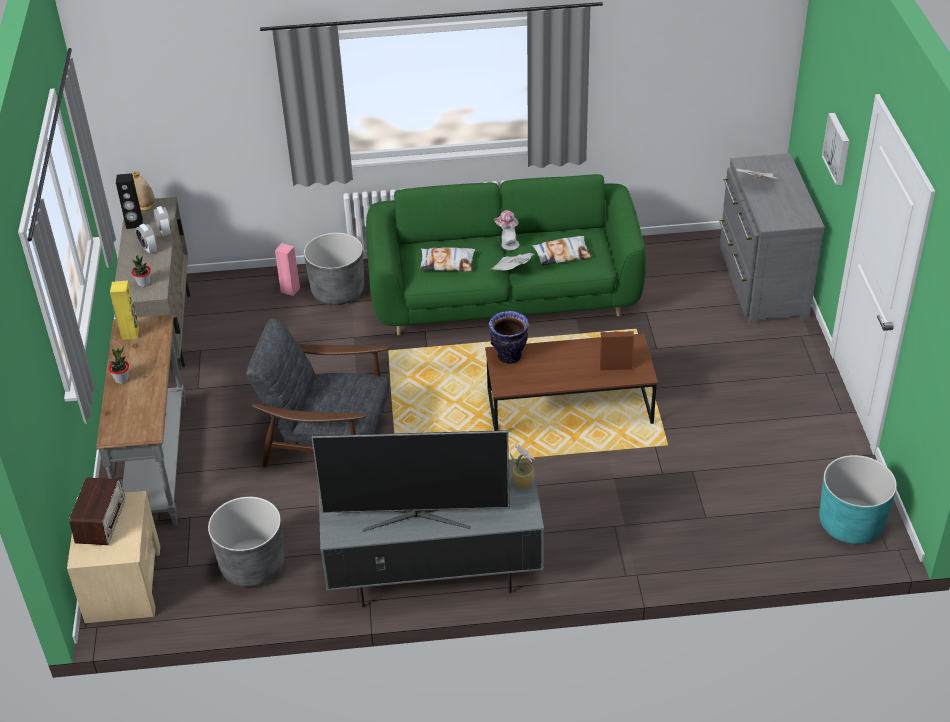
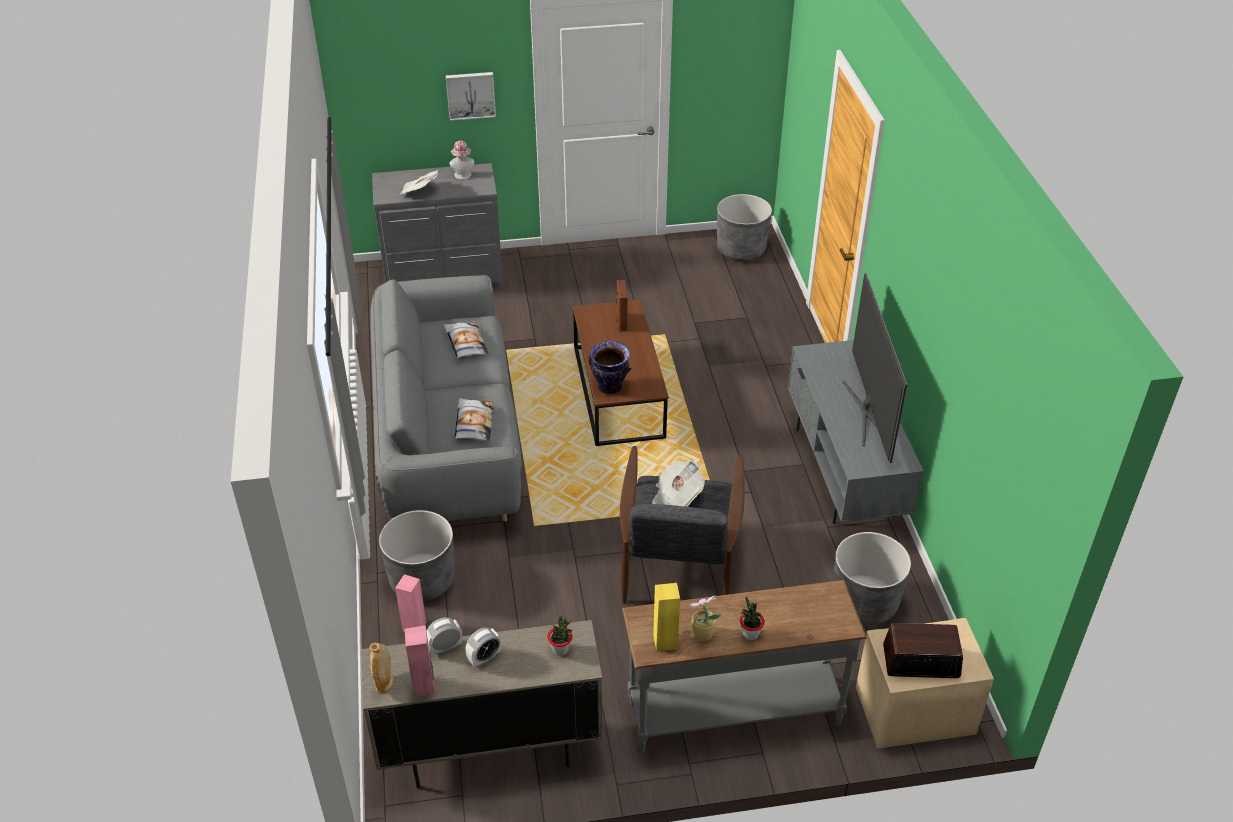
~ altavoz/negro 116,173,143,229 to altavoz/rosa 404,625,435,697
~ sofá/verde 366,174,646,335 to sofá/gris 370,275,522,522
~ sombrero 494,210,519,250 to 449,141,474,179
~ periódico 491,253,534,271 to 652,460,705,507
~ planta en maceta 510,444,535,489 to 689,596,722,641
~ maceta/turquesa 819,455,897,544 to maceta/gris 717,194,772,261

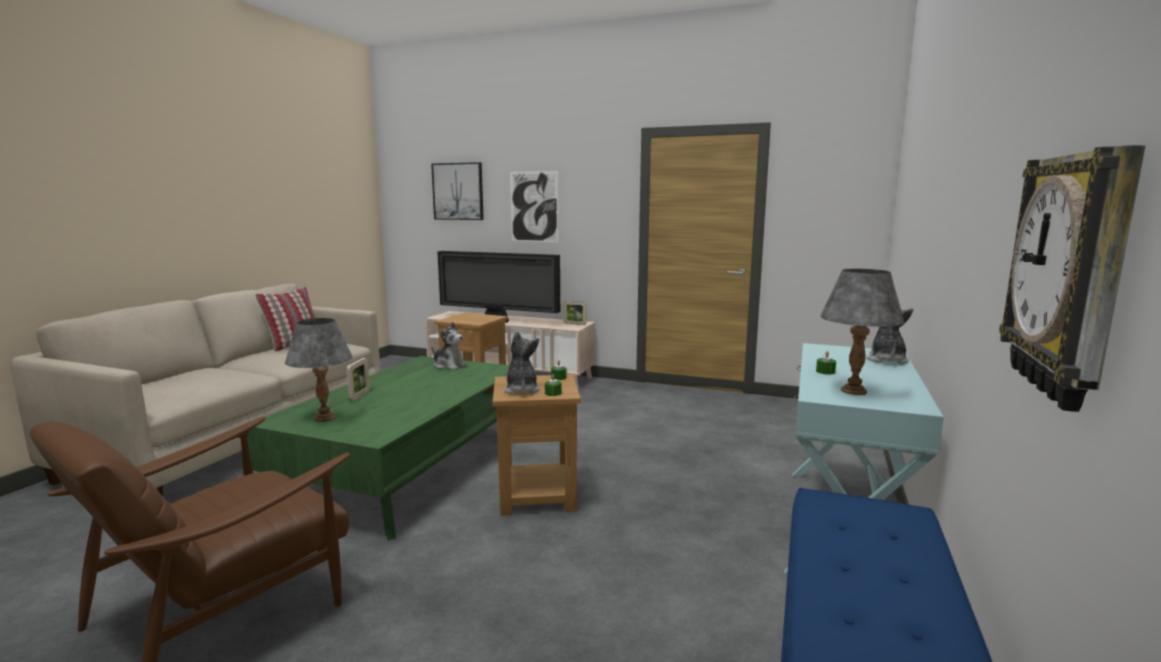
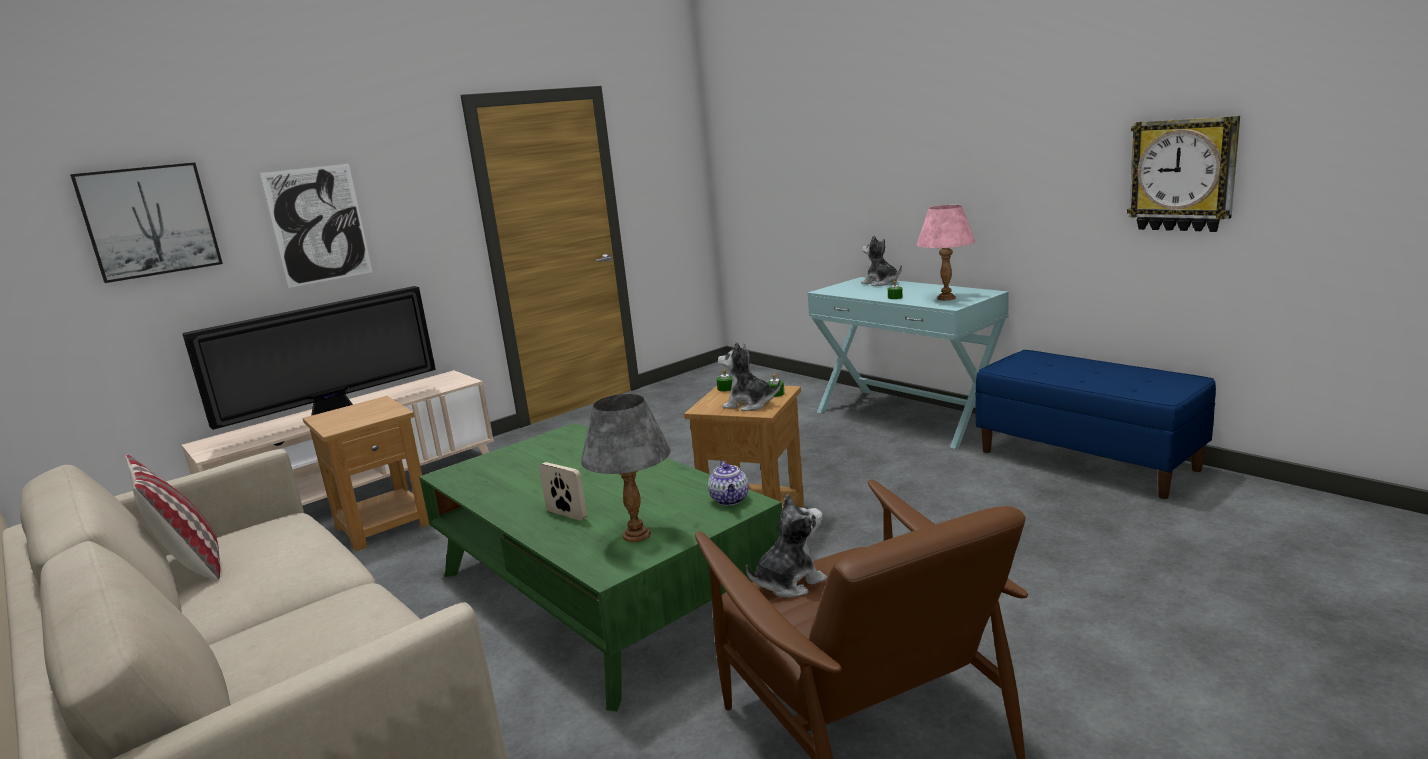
~ lámpara de mesa/gris 820,269,904,395 to lámpara de mesa/rosa 917,205,975,300
- portarretratos 563,301,586,325
~ peluche 431,322,468,370 to 746,493,827,598
+ tetera 708,461,749,506

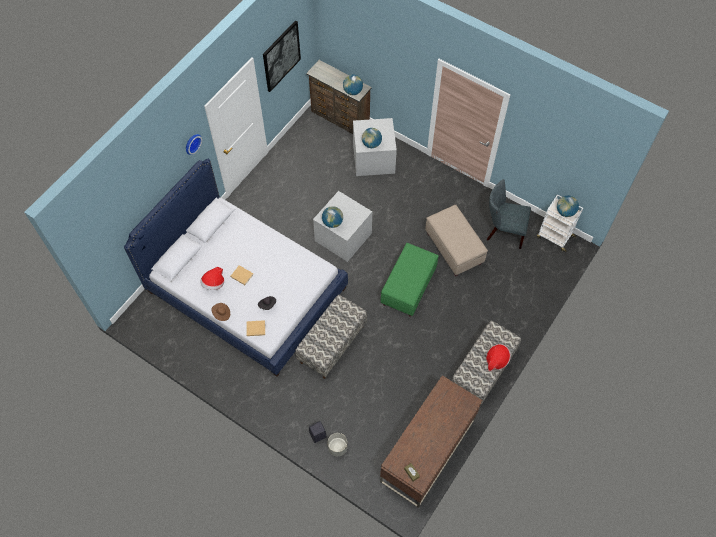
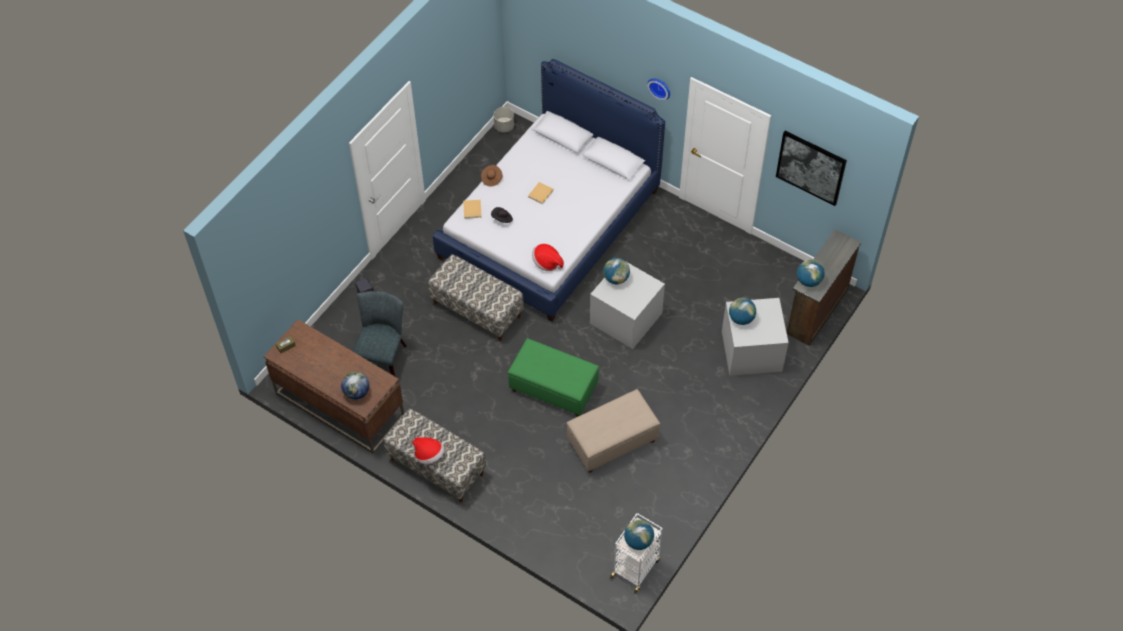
~ silla/gris 487,179,531,249 to 353,291,406,376
~ sombrero 200,267,224,290 to 532,244,564,271
~ maceta/gris 328,433,347,456 to 494,107,514,133
+ globo terráqueo 341,371,369,400

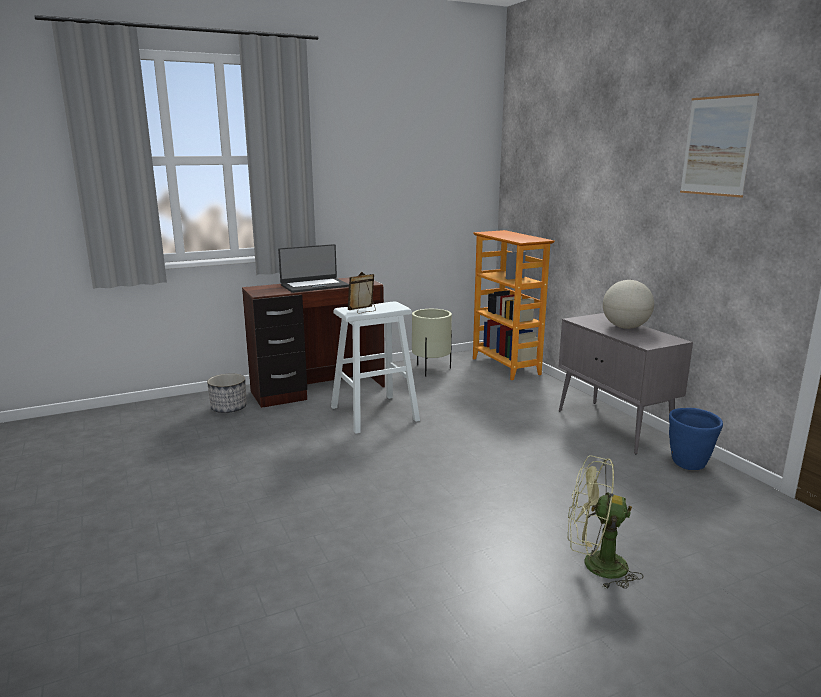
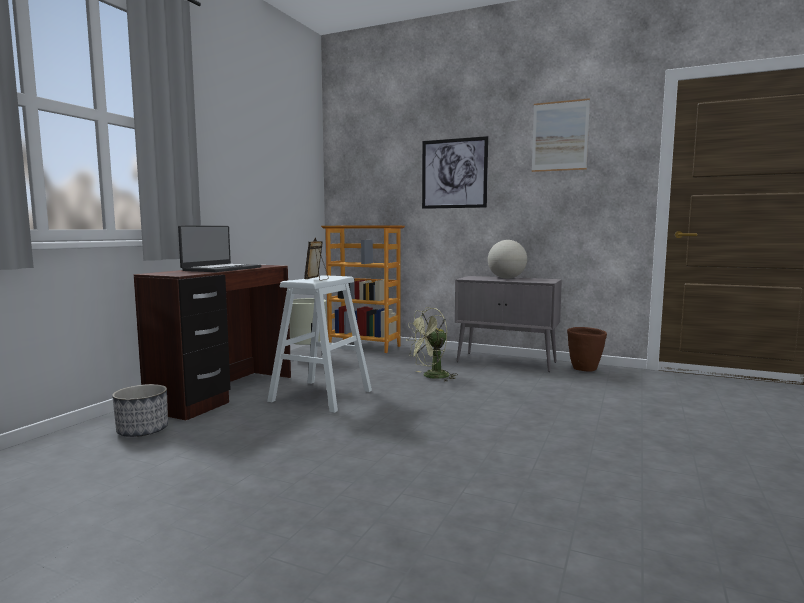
~ maceta/azul 669,408,723,470 to maceta/marrón 567,327,607,372
~ ventilador/verde 567,455,644,589 to 406,307,458,382
+ cuadro 422,136,488,209

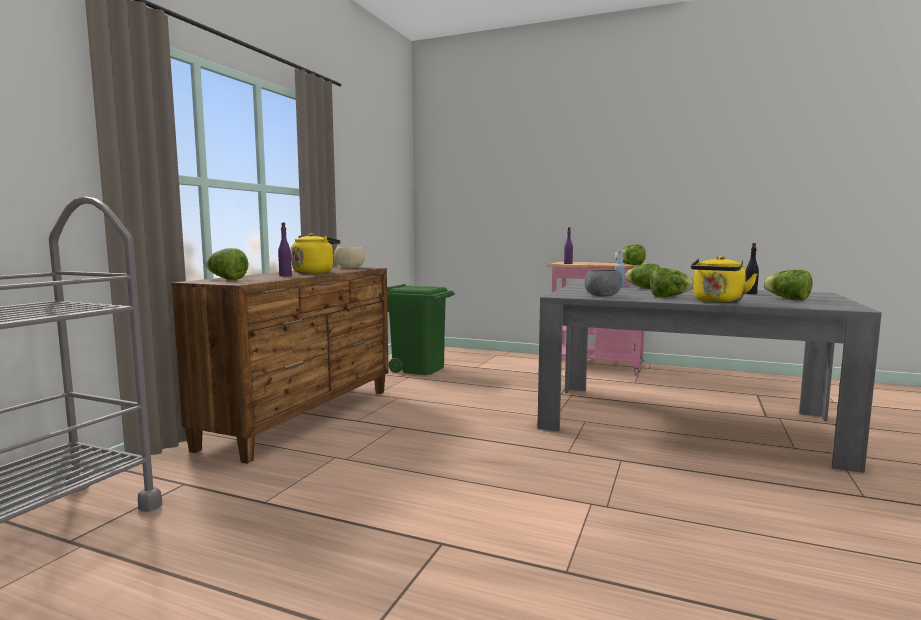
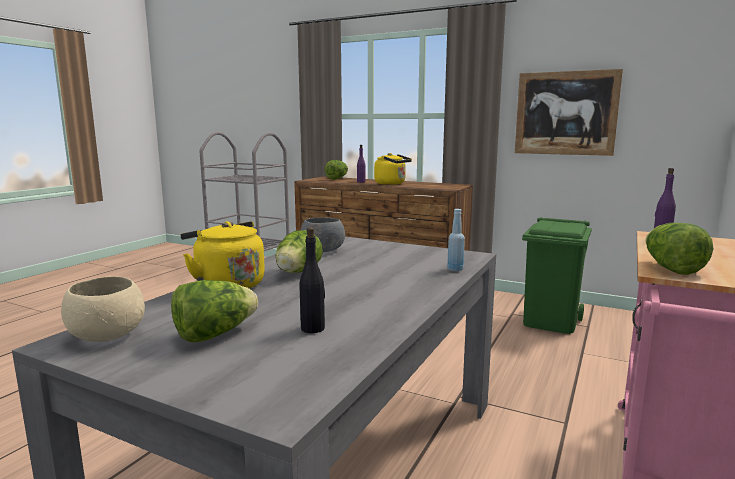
~ cuenco/beis 334,247,365,268 to 61,276,145,342
- lechuga 625,264,660,289
+ cuadro 515,69,623,156

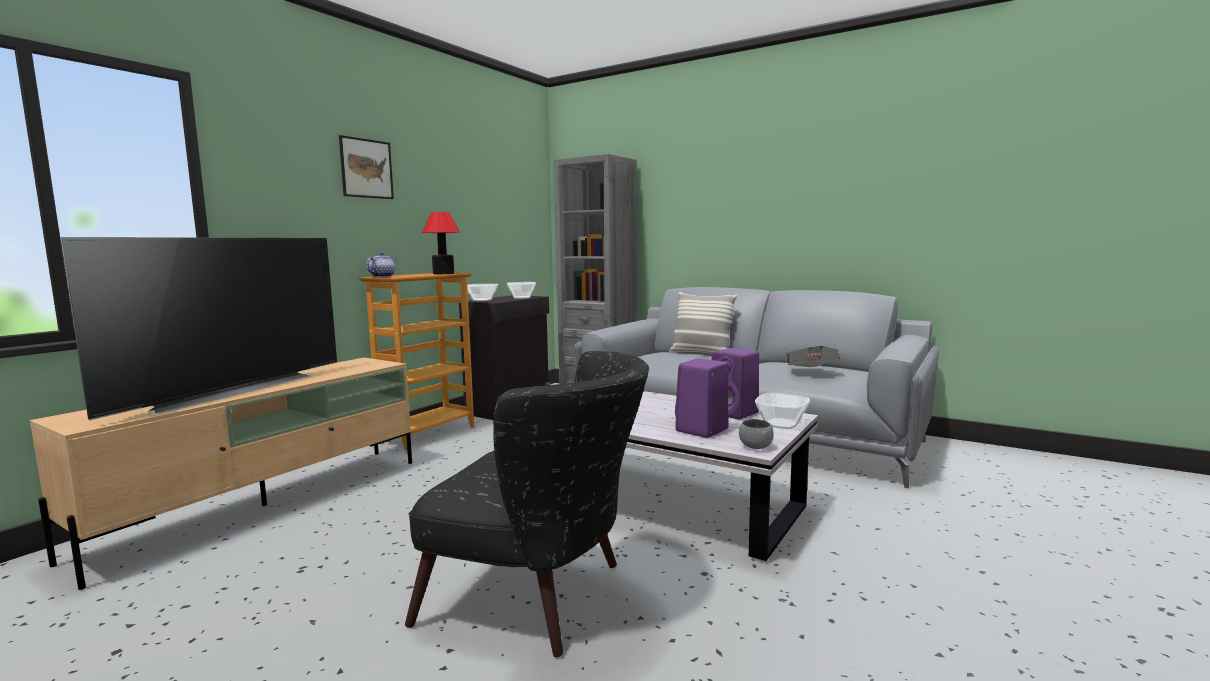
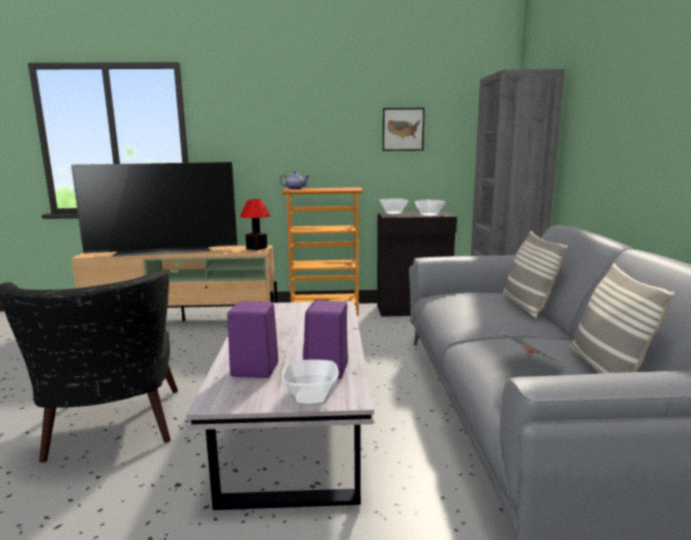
~ cuadro 339,135,394,199 to 383,108,425,151
~ lámpara de mesa 422,212,460,275 to 240,199,271,250
- cuenco/gris 739,419,773,449
+ cojín 570,263,675,373

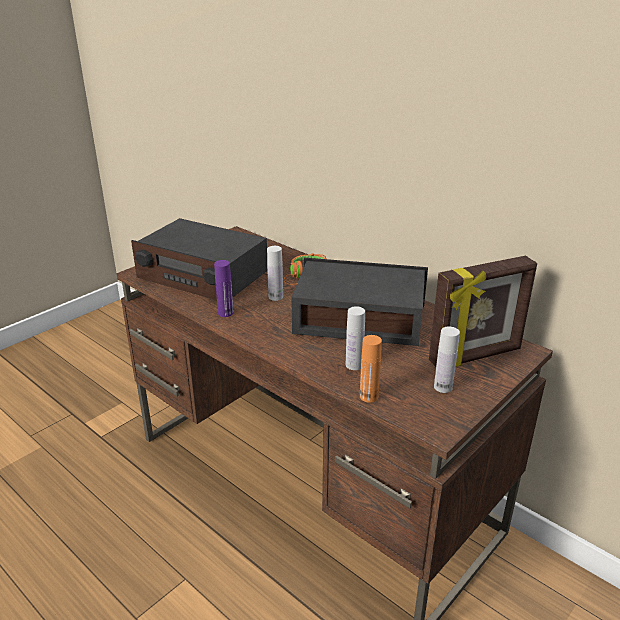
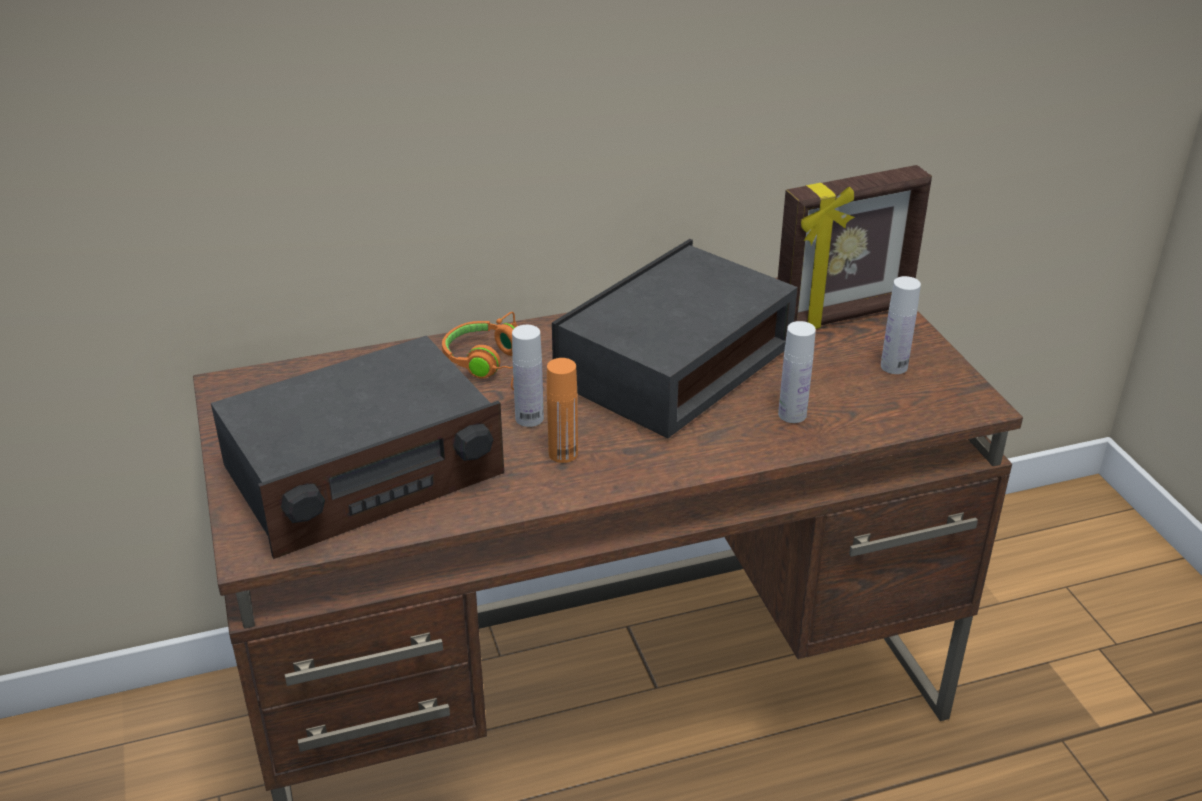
~ portarretratos 429,256,537,367 = 778,165,932,329 60 degrees clockwise
- botella/morado 214,260,234,317
~ botella/naranja 360,335,382,403 to 547,358,578,463

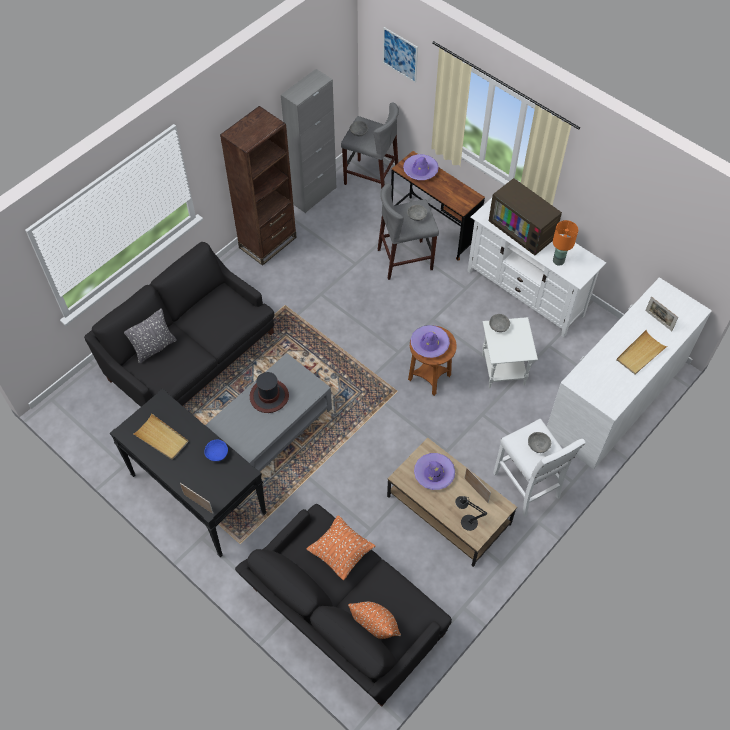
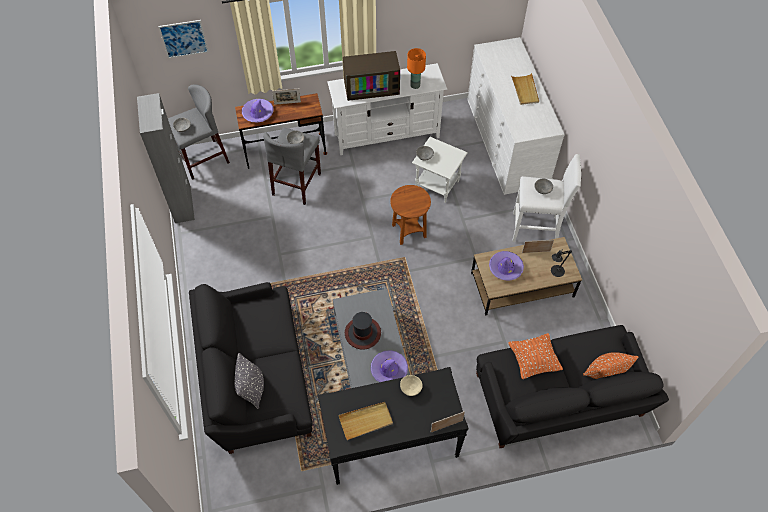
- estantería/marrón 220,106,297,266
~ portarretratos 645,296,678,331 to 272,89,301,105
~ sombrero/morado 411,325,450,358 to 371,350,408,382
~ cuenco/azul 204,439,228,461 to cuenco/beis 400,375,423,396

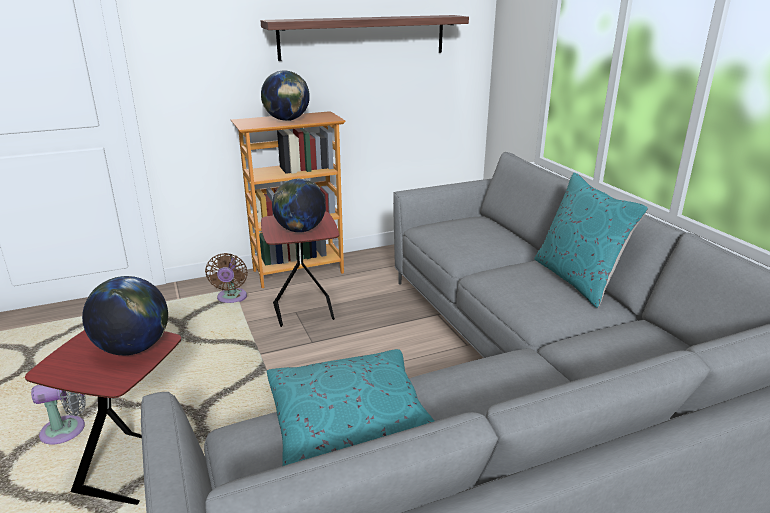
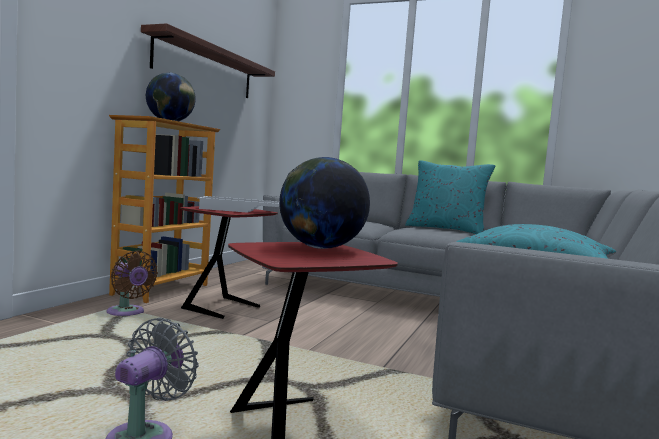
~ globo terráqueo 272,178,326,233 to bandeja/blanco 197,196,279,213

